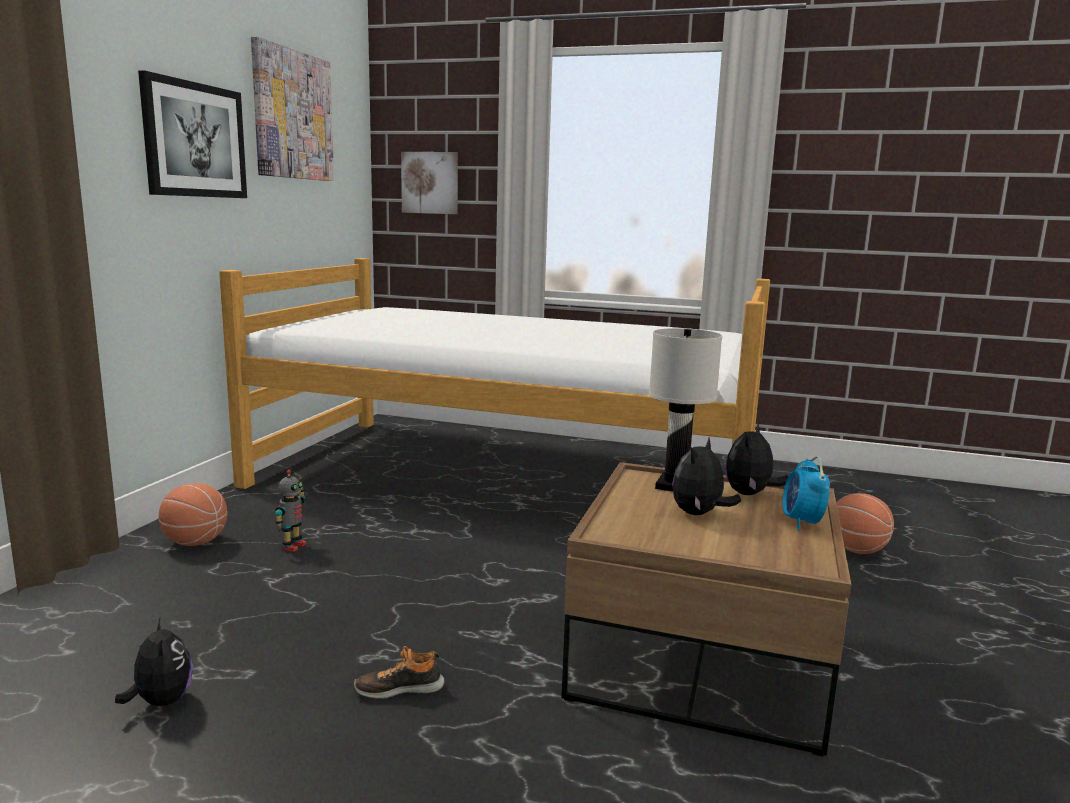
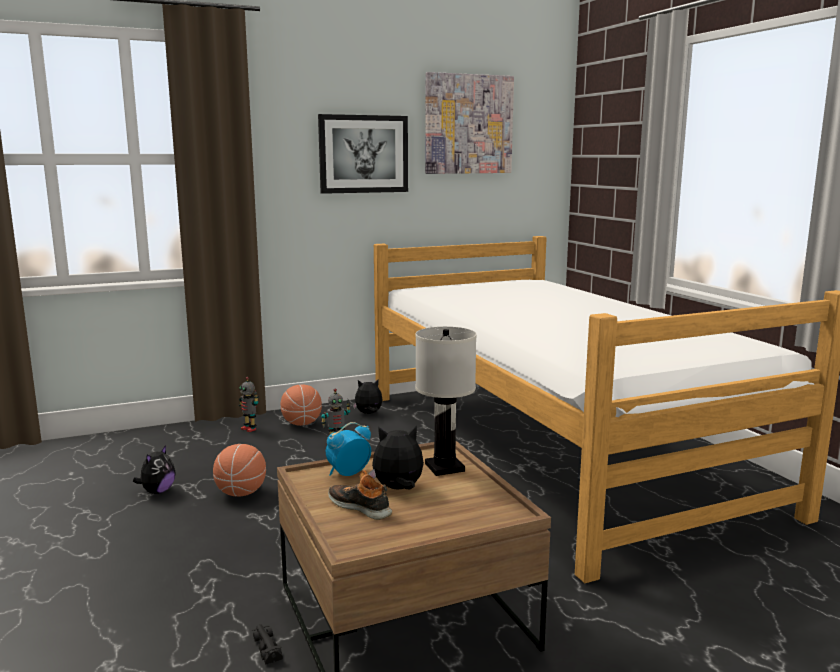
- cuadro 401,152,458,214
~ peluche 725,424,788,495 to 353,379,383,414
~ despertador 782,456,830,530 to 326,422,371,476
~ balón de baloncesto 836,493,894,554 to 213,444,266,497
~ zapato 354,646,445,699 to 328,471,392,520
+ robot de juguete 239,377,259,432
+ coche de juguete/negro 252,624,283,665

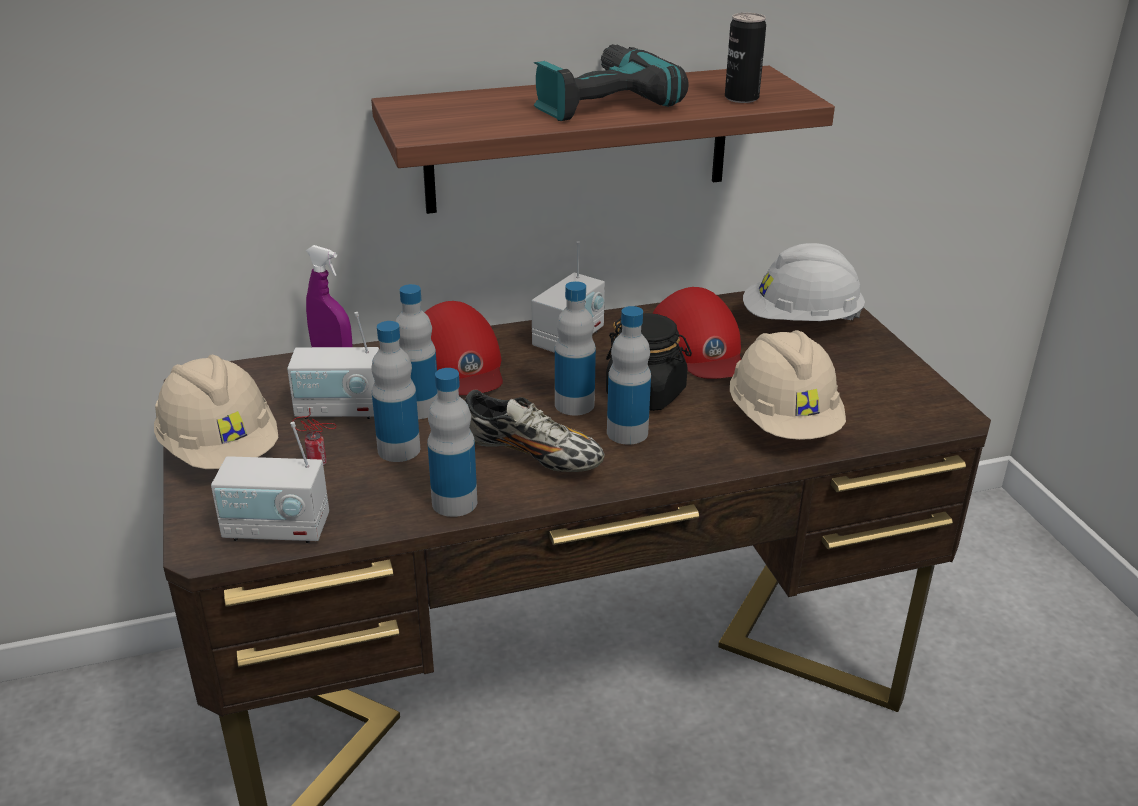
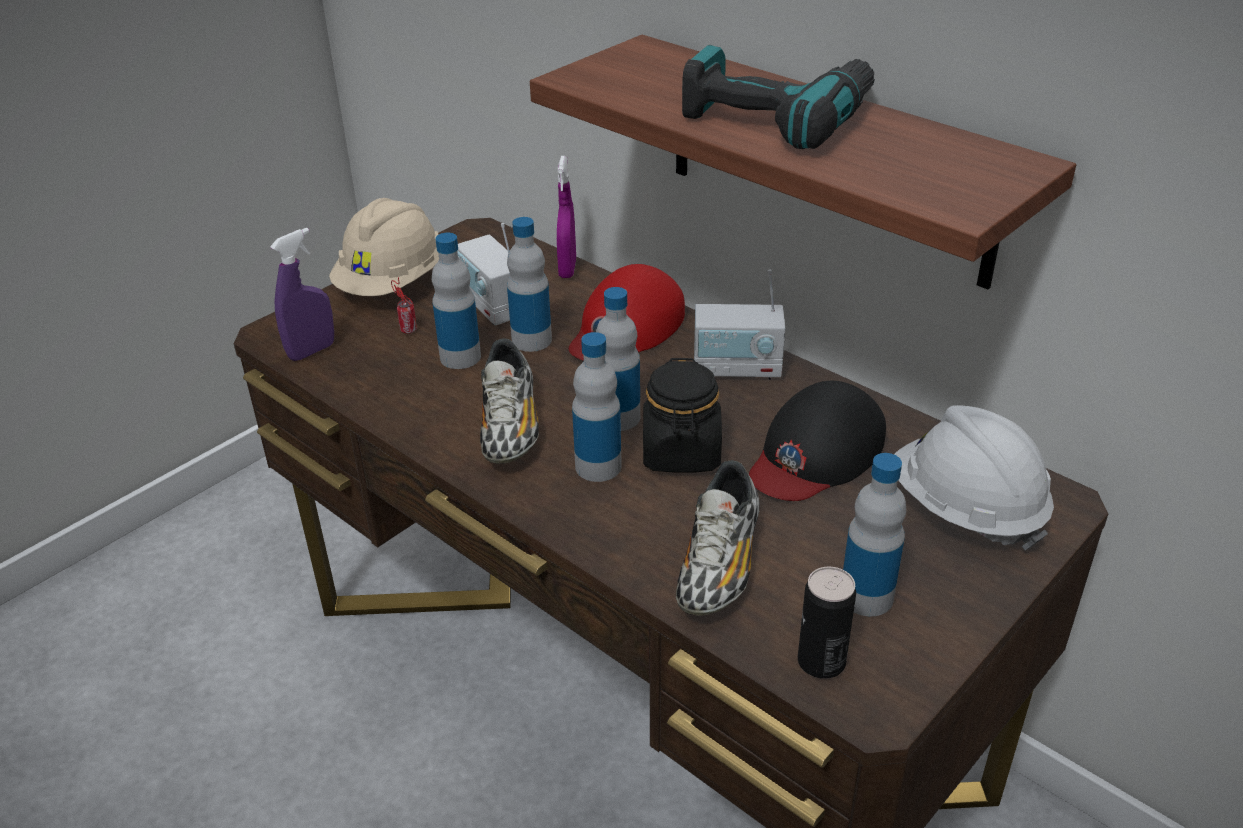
~ lata 725,13,766,103 to 798,567,856,679
~ gorra/rojo 652,287,741,379 to gorra/negro 749,380,886,501
~ casco/beis 730,330,846,440 to zapato 676,460,760,616
~ botella 428,368,477,517 to 843,453,906,616
~ radio 211,422,329,543 to pulverizador/morado 270,228,334,361

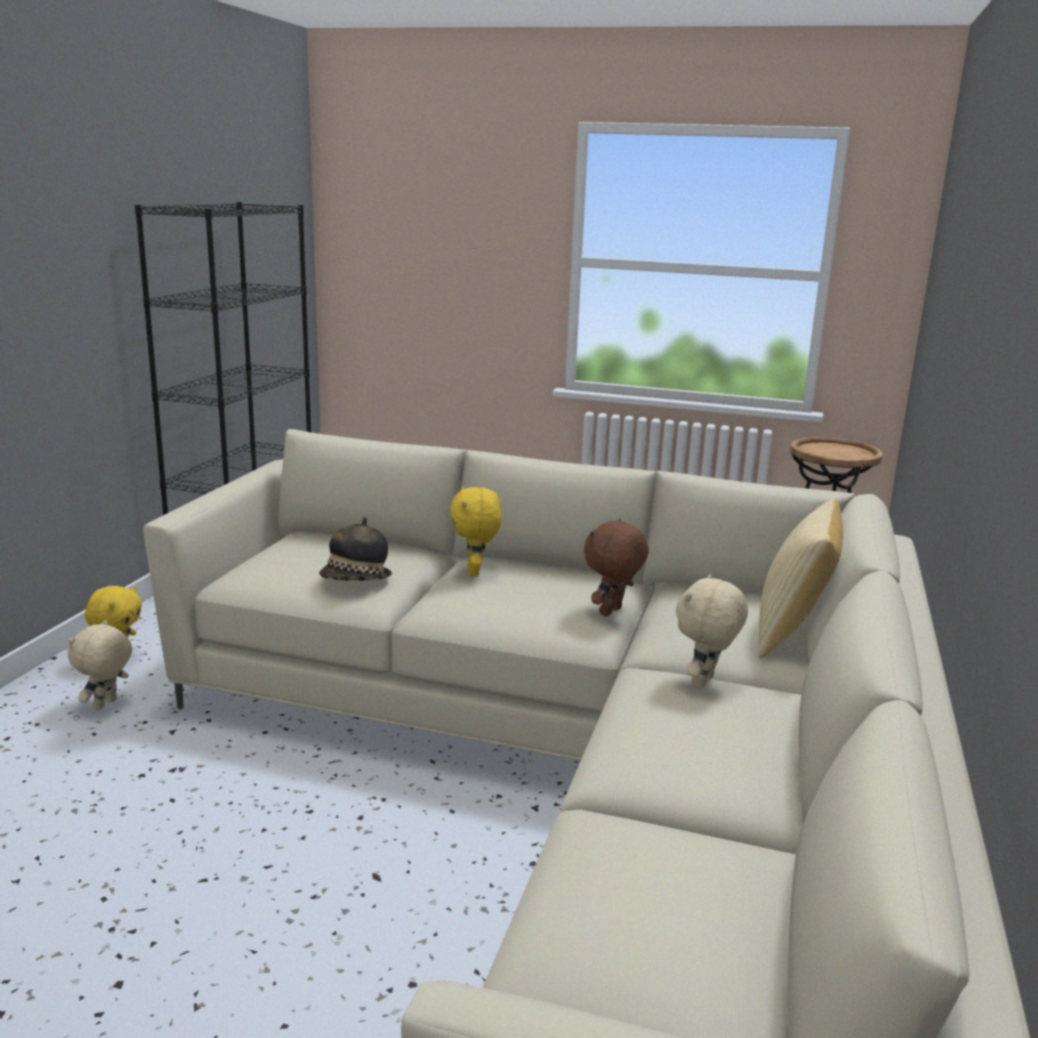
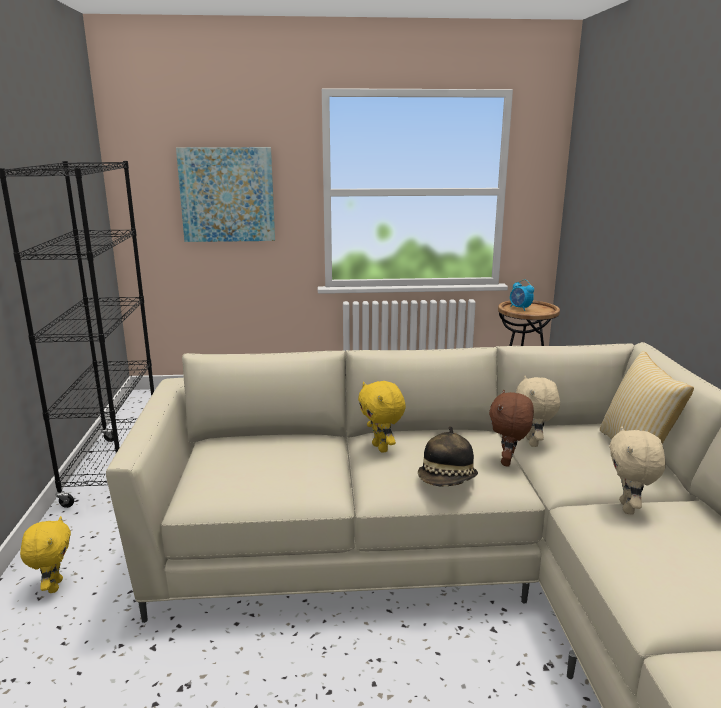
~ sombrero 319,517,392,581 to 418,426,478,487
~ peluche/beis 68,620,132,710 to 516,376,560,447
+ cuadro 176,147,275,242
+ despertador 510,279,534,311

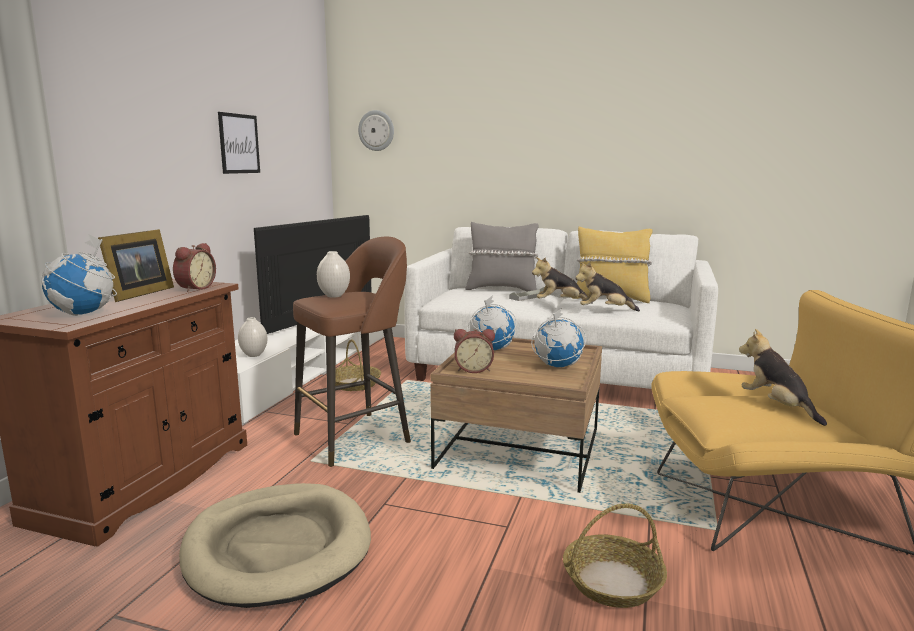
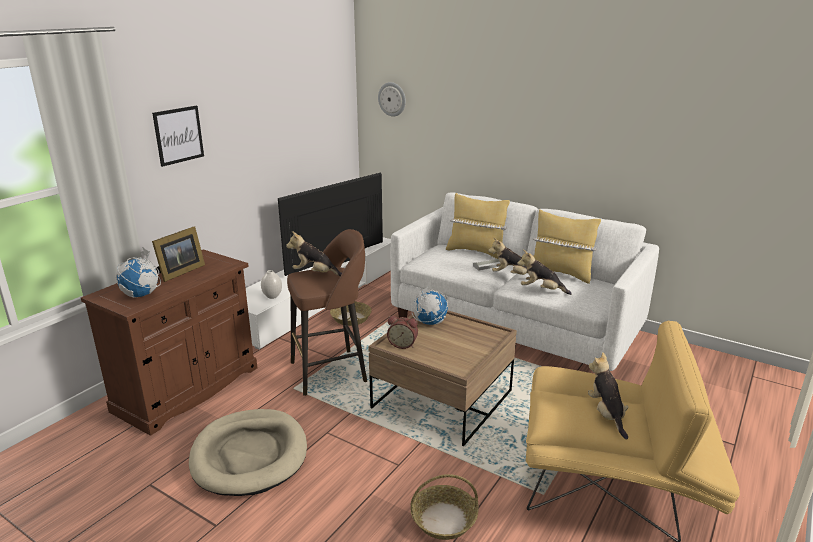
~ cuadro 218,112,260,174 to 152,106,204,167
~ cojín/gris 465,222,539,292 to cojín/amarillo 446,193,510,259
- despertador 173,243,216,292
~ florero/blanco 317,251,350,298 to peluche 286,231,342,276
- globo terráqueo 531,308,586,367

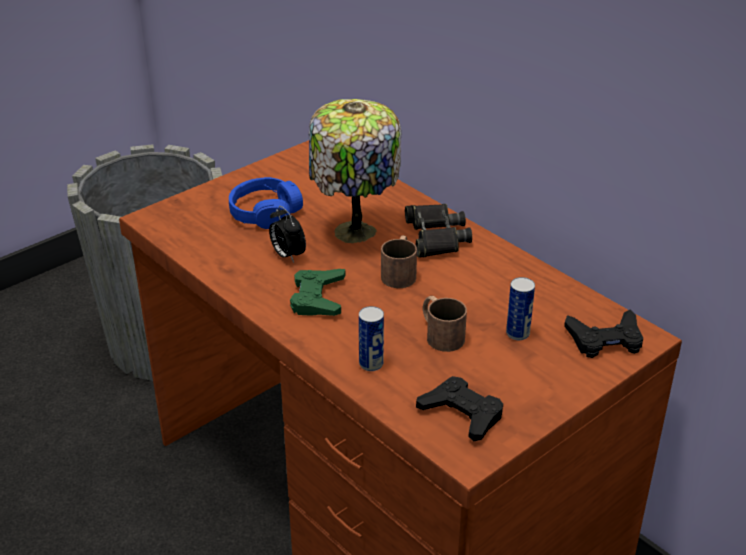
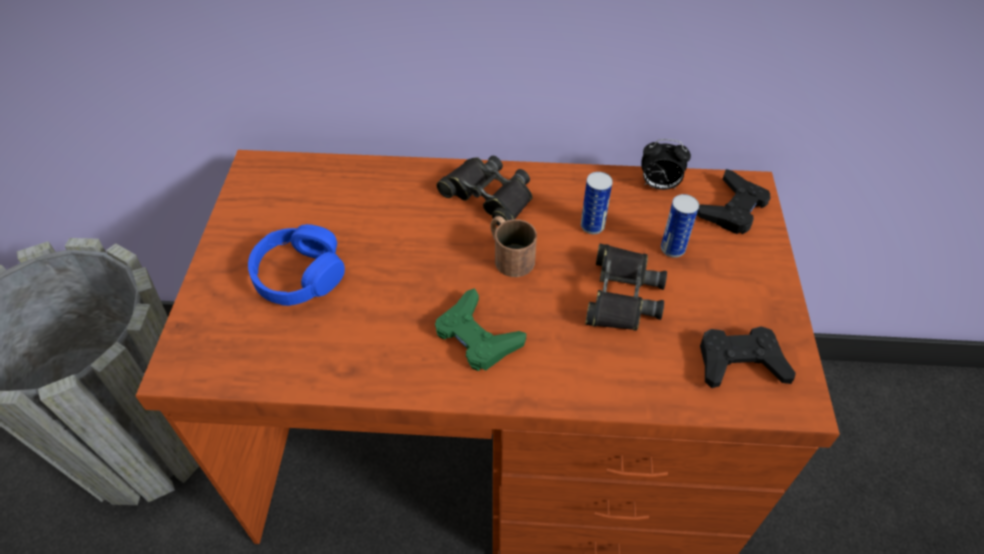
- lámpara de mesa 309,99,401,243
~ despertador 269,206,306,263 to 641,139,691,190
~ taza grande/marrón 423,296,467,352 to prismáticos/negro 585,244,667,331
~ lata 359,306,384,371 to 581,172,613,234

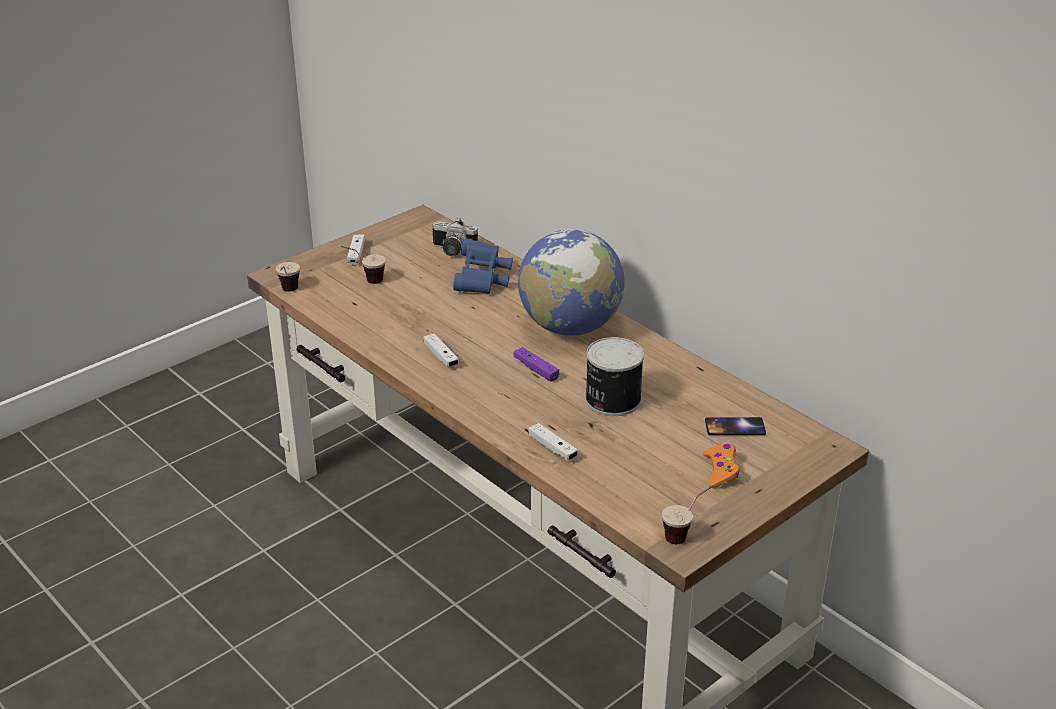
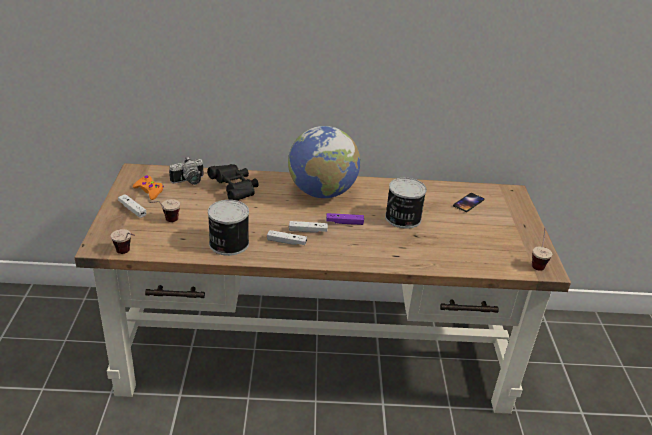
~ prismáticos/azul 453,238,513,294 to prismáticos/negro 207,164,259,201
~ mando de consola/blanco 528,423,578,461 to 289,221,328,233
~ mando de consola/naranja 703,444,740,488 to 133,175,164,200
+ lata 208,200,249,256

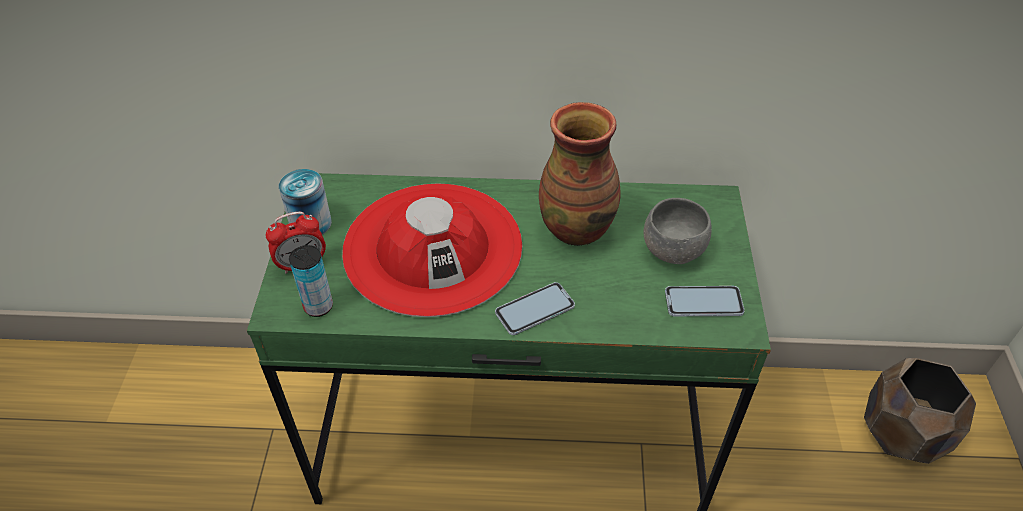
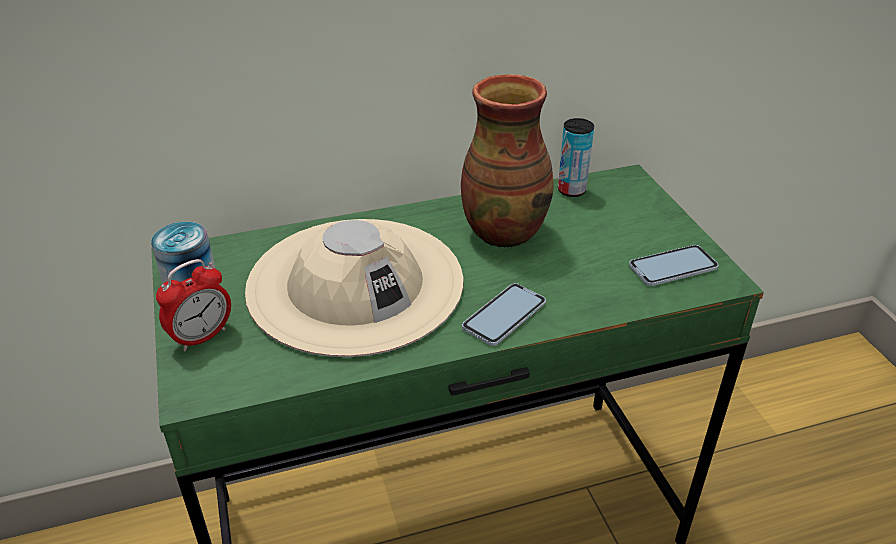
~ sombrero/rojo 342,183,523,317 to sombrero/beis 245,219,464,357
- cuenco/gris 644,198,712,264
~ lata 289,245,333,317 to 558,118,594,197
- maceta/marrón 864,358,976,464

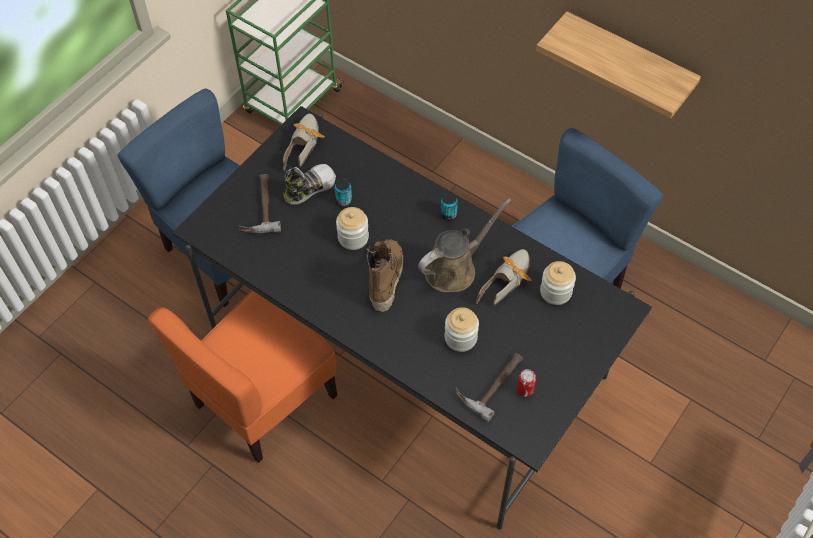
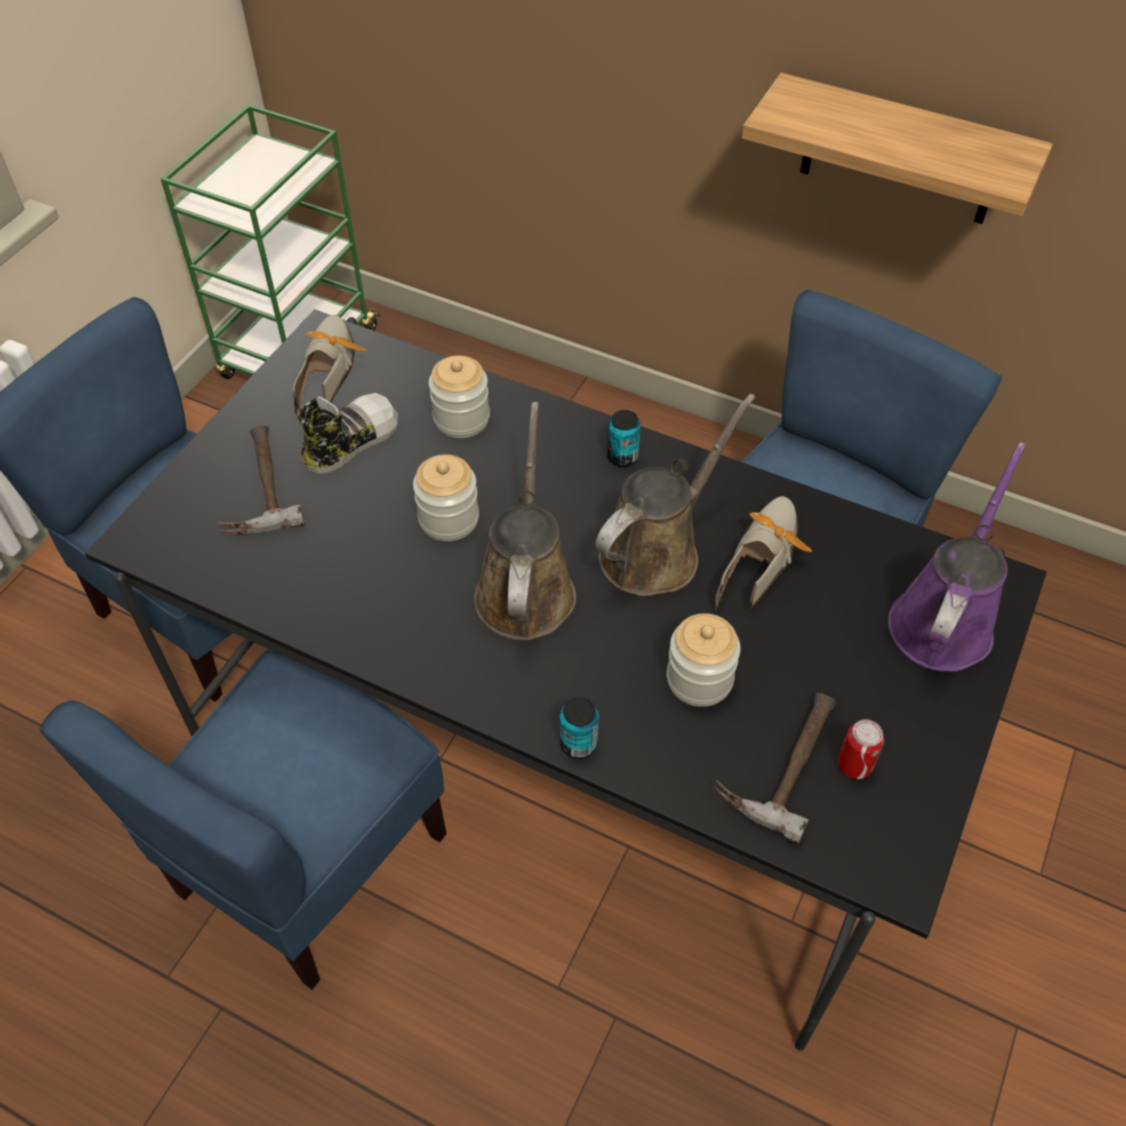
~ lata 334,179,352,207 to 560,697,599,759
~ bota 366,239,403,312 to regadera/marrón 474,402,576,640
~ tarro 540,261,576,305 to 429,355,490,438
~ silla/naranja 148,290,337,463 to silla/azul 40,650,447,990
+ regadera/morado 888,443,1026,672

